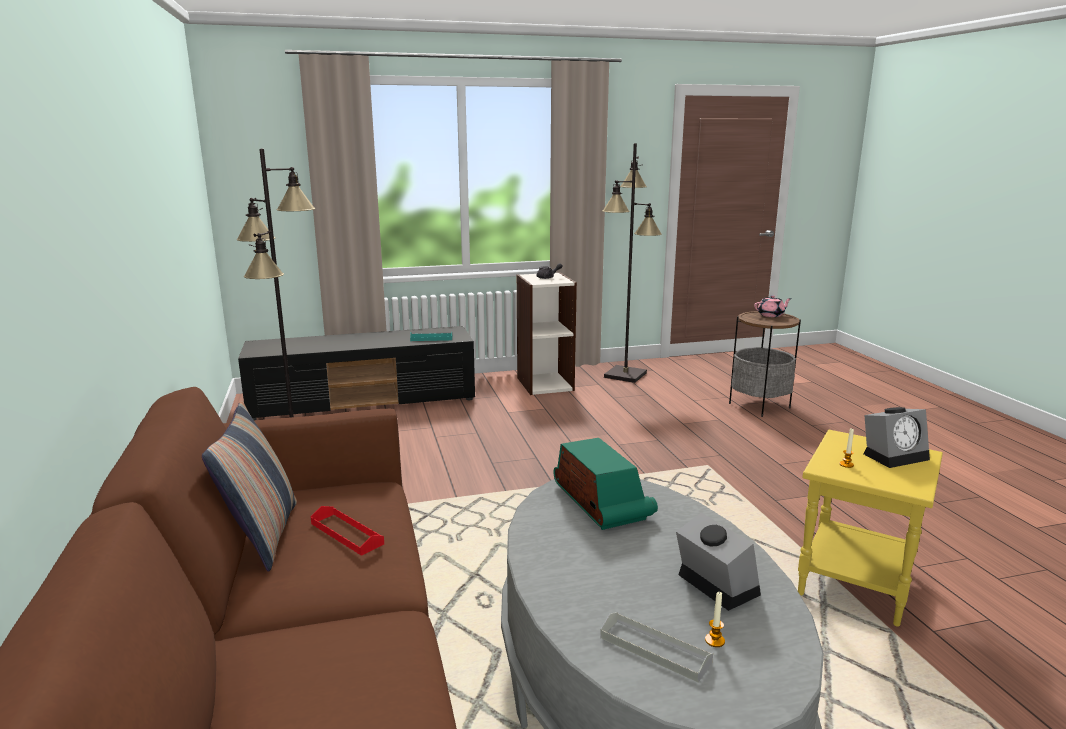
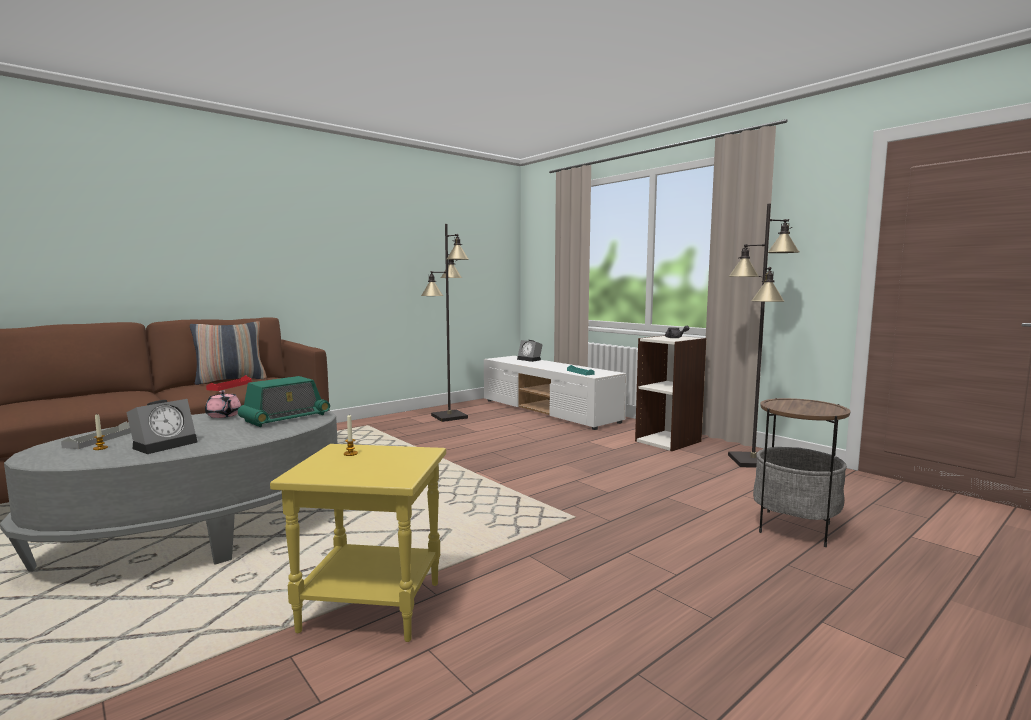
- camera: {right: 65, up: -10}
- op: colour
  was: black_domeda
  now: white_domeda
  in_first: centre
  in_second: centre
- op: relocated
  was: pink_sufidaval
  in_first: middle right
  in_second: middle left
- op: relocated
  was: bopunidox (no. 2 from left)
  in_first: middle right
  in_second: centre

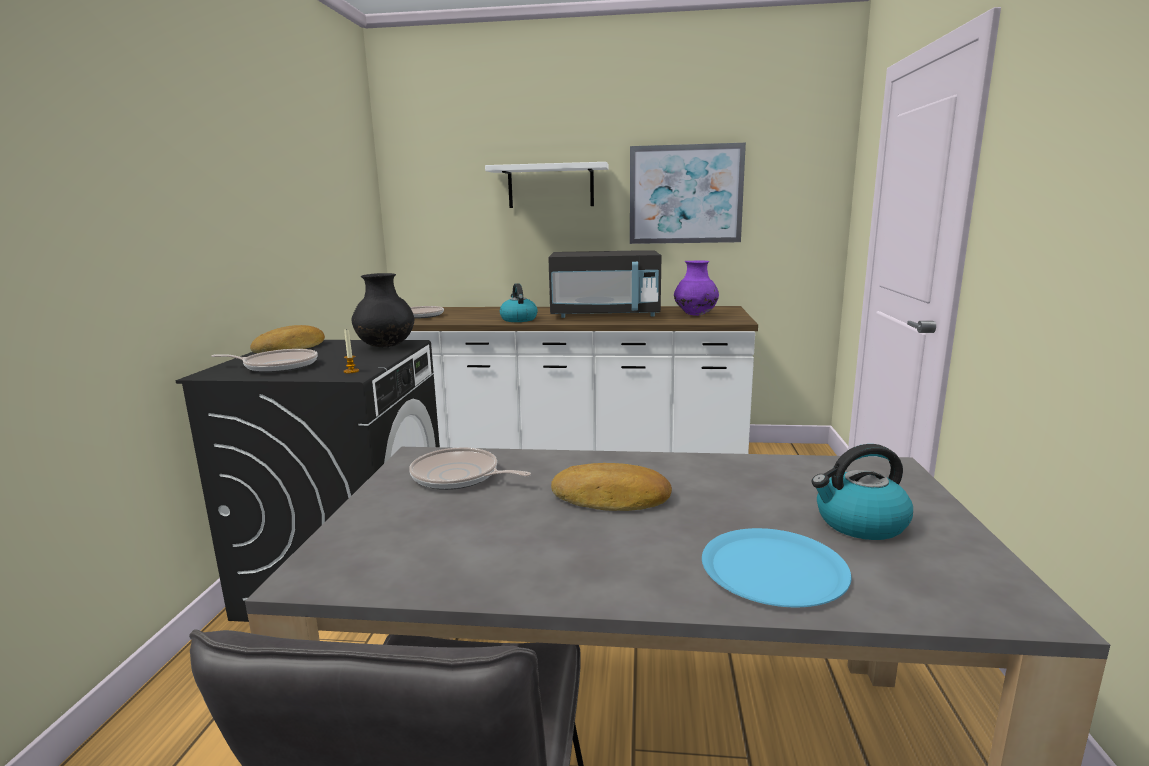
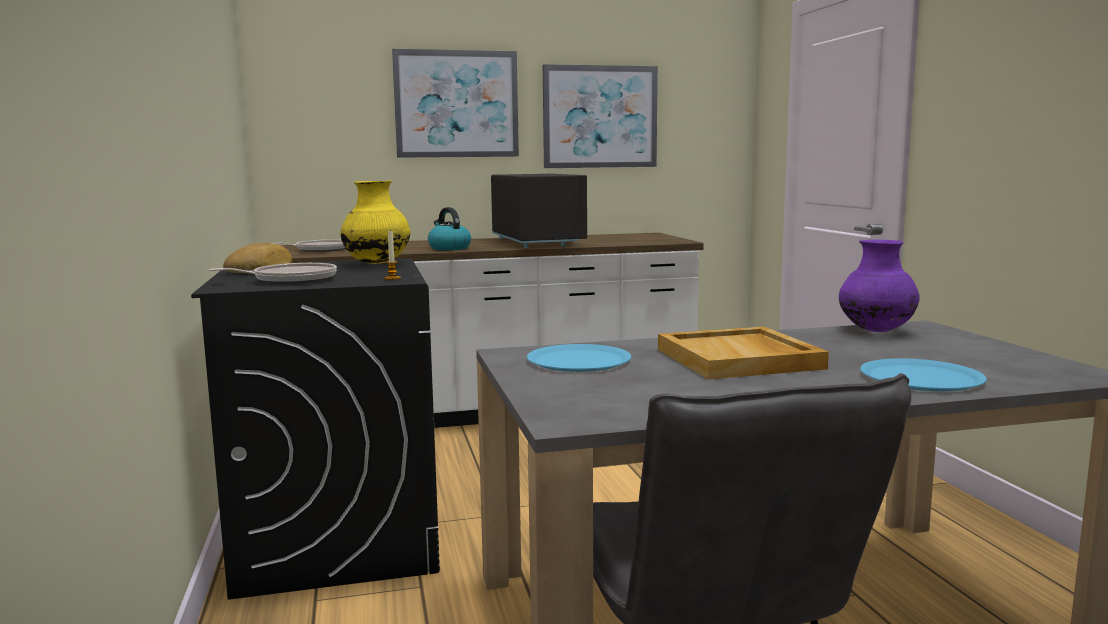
- camera: {right: -20, up: -5}
- op: colour
  was: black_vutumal
  now: yellow_vutumal
  in_first: middle left
  in_second: centre
- op: exchanged
  was: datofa (no. 3 from left)
  now: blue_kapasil (no. 1 from left)
  in_first: centre
  in_second: centre
- op: exchanged
  was: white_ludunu
  now: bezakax (no. 1 from left)
  in_first: top centre
  in_second: top centre
- op: spun
  was: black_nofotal
  in_first: centre
  in_second: centre
  clockwise: -90
- op: exchanged
  was: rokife (no. 2 from left)
  now: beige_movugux
  in_first: centre
  in_second: middle right
- op: relocated
  was: purple_vutumal
  in_first: centre
  in_second: middle right
- op: missing
  was: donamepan (no. 2 from left)
  in_first: middle right

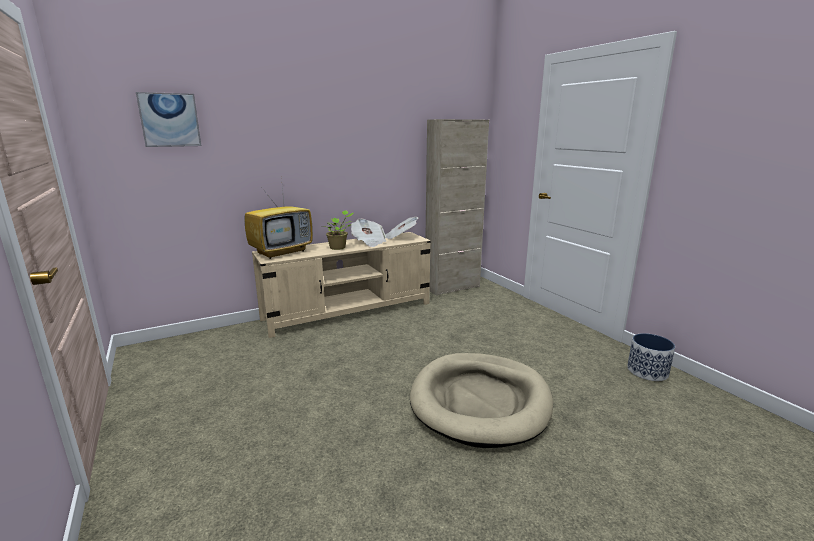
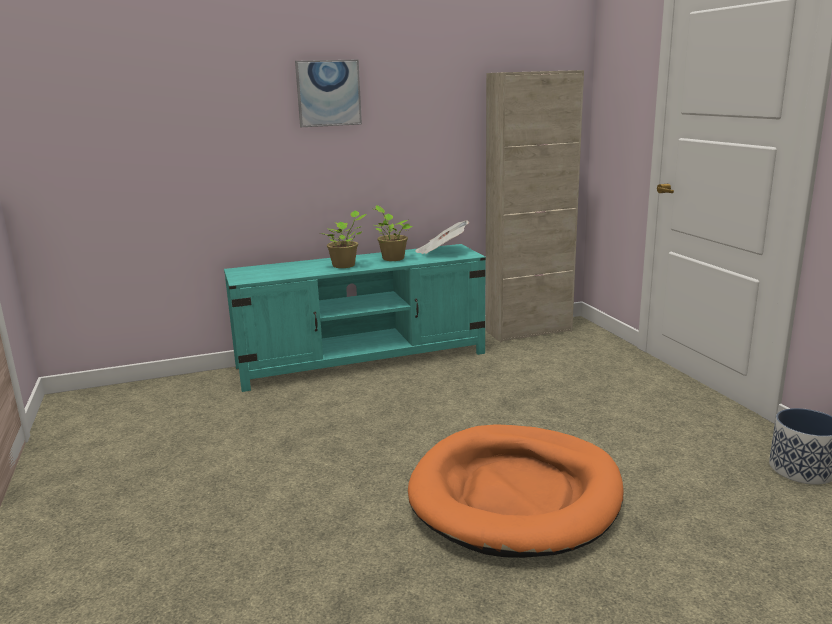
- camera: {right: 10, up: 0}
- op: relocated
  was: bezakax
  in_first: top left
  in_second: top centre
- op: missing
  was: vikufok
  in_first: centre
- op: colour
  was: beige_domeda
  now: turquoise_domeda
  in_first: centre
  in_second: centre
- op: exchanged
  was: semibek (no. 1 from left)
  now: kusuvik (no. 2 from left)
  in_first: centre
  in_second: centre
- op: colour
  was: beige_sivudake
  now: orange_sivudake
  in_first: bottom centre
  in_second: bottom centre

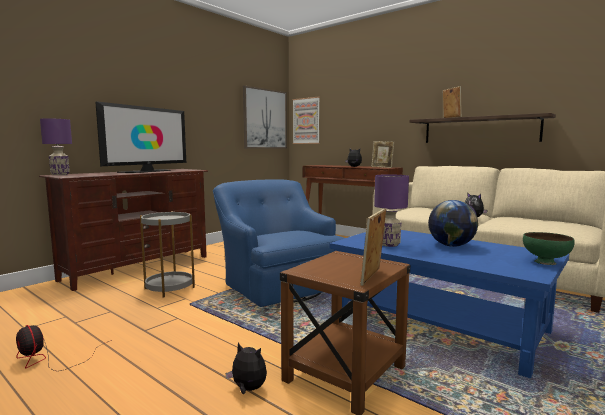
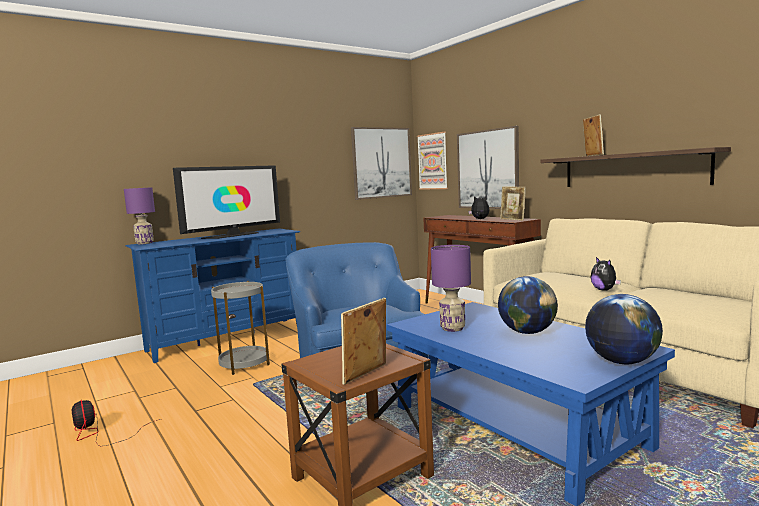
- camera: {right: 15, up: 0}
- op: colour
  was: brown_domeda
  now: blue_domeda
  in_first: middle left
  in_second: middle left
- op: missing
  was: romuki (no. 1 from left)
  in_first: bottom centre
- op: exchanged
  was: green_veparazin
  now: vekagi (no. 2 from left)
  in_first: middle right
  in_second: middle right
- op: appeared
  now: bezakax (no. 3 from left)
  in_second: top centre

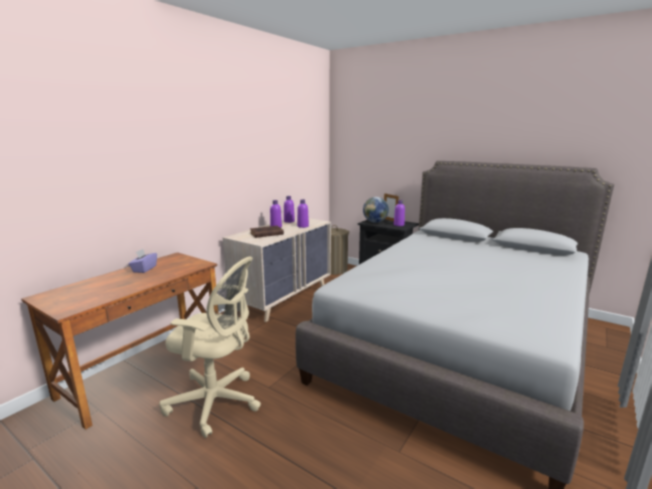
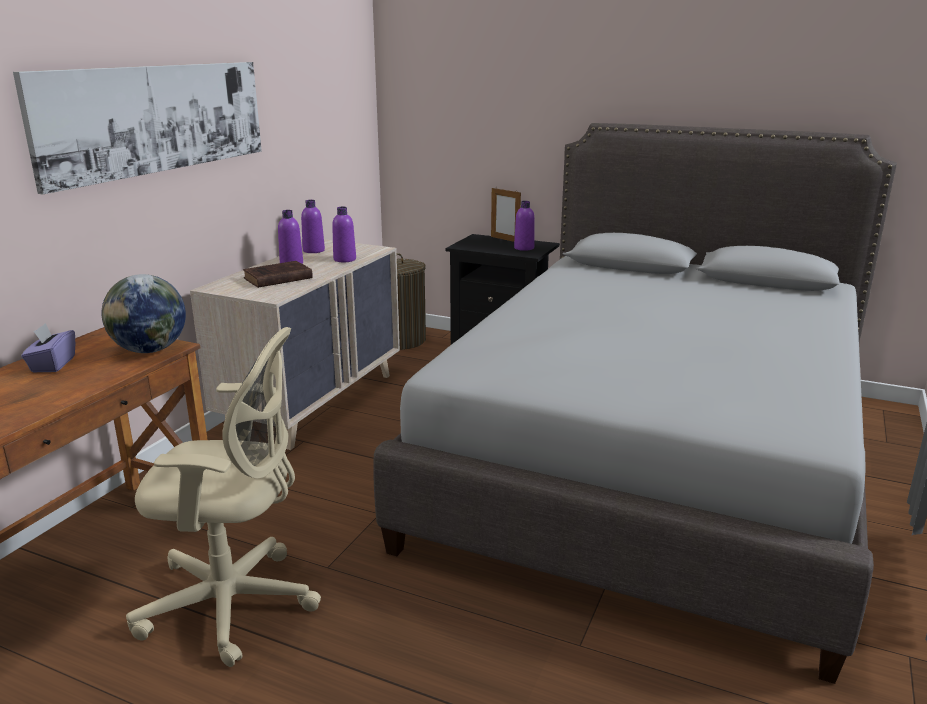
- camera: {right: -10, up: 5}
- op: relocated
  was: vekagi
  in_first: centre
  in_second: middle left
- op: appeared
  now: bezakax
  in_second: top left

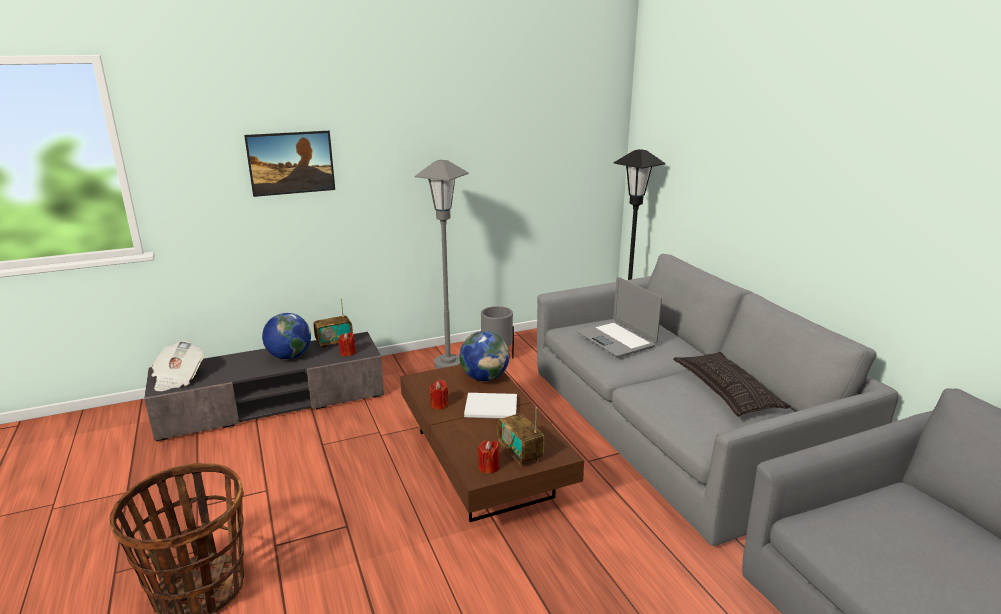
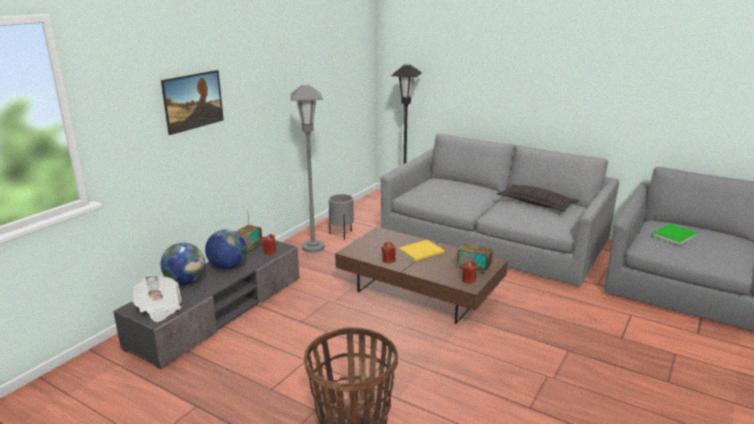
- camera: {right: -35, up: 0}
- op: relocated
  was: vekagi (no. 2 from left in the first image)
  now: vekagi (no. 1 from left)
  in_first: centre
  in_second: middle left
- op: colour
  was: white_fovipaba
  now: yellow_fovipaba
  in_first: centre
  in_second: centre
- op: missing
  was: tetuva
  in_first: centre
- op: appeared
  now: green_fovipaba
  in_second: middle right

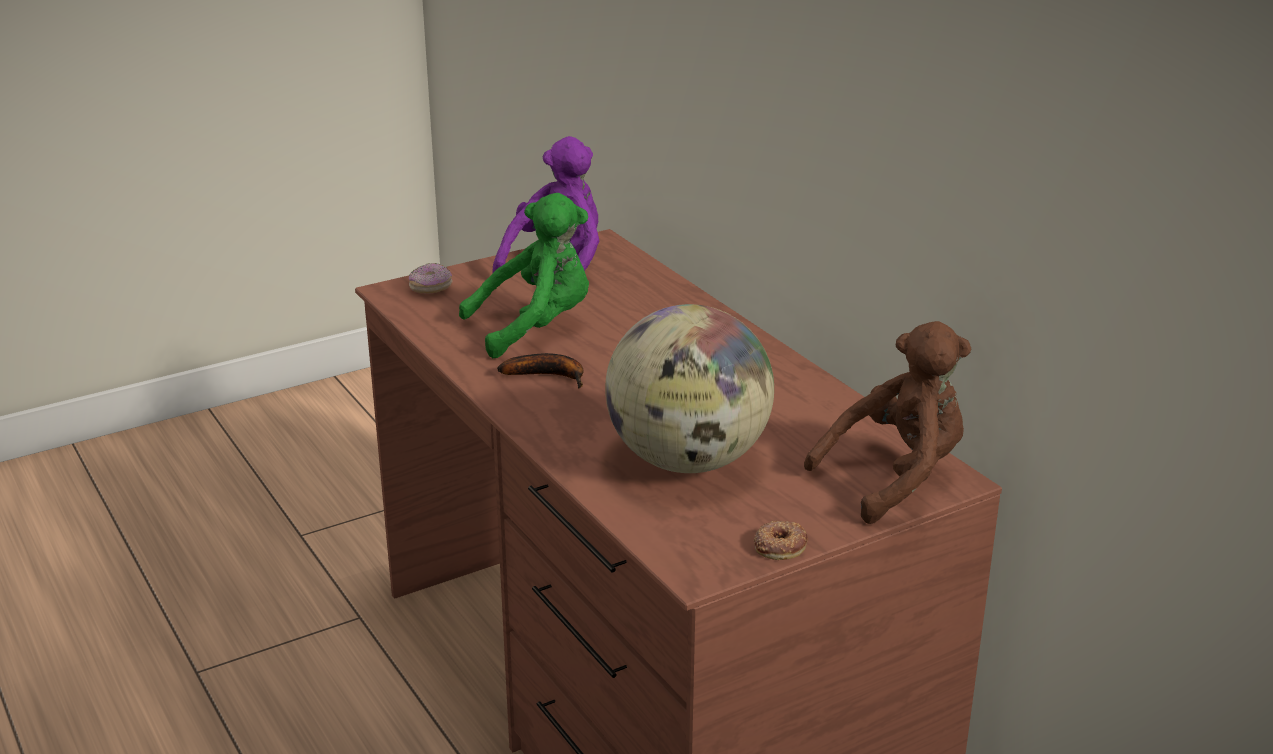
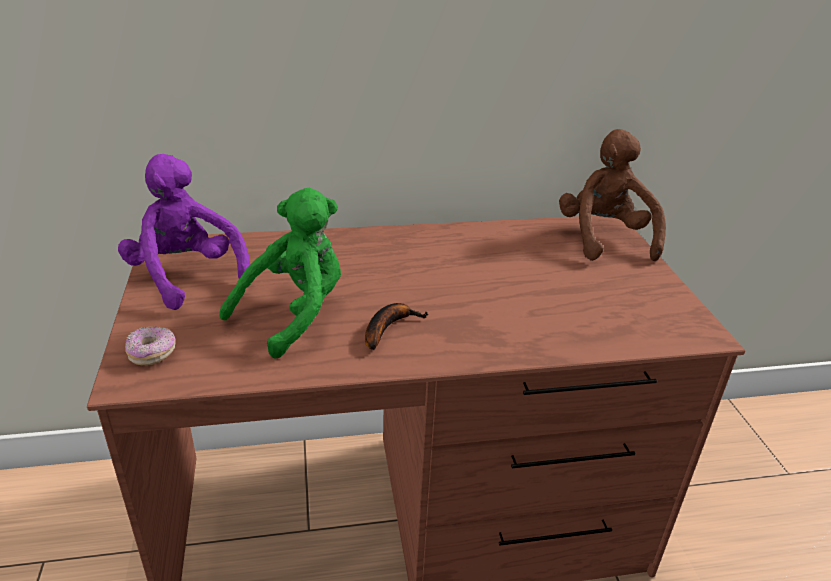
- camera: {right: -70, up: 5}
- op: spun
  was: green_romuki
  in_first: centre
  in_second: centre
  clockwise: 45
- op: missing
  was: vekagi
  in_first: centre
- op: missing
  was: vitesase (no. 2 from left)
  in_first: bottom centre

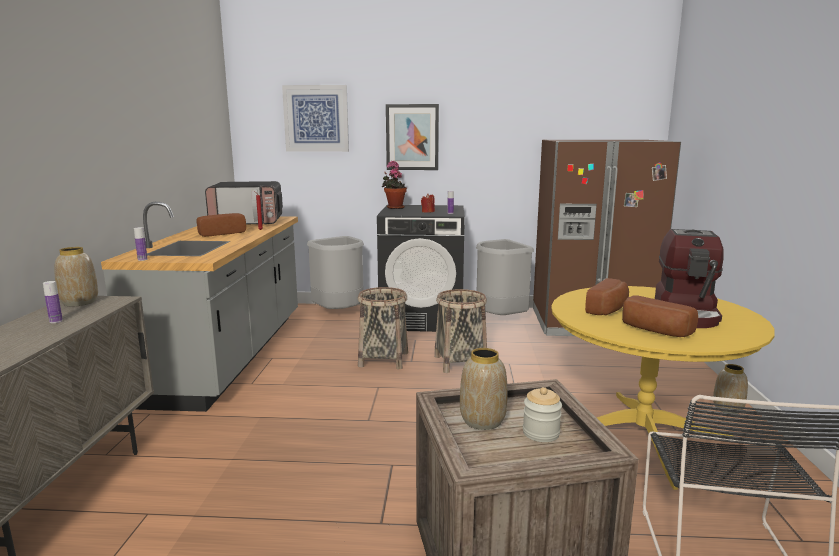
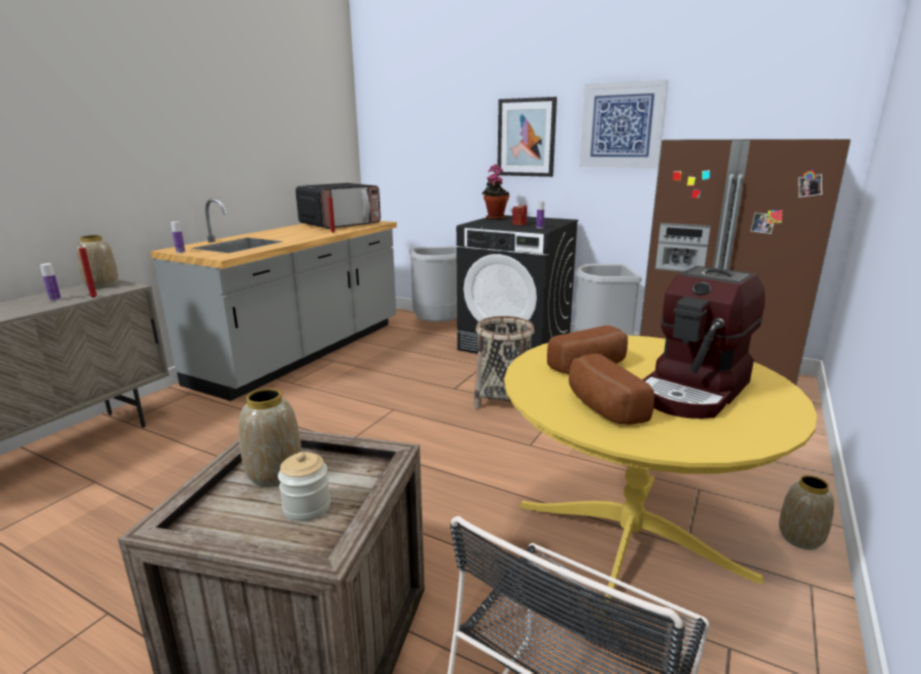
- camera: {right: 25, up: 5}
- op: missing
  was: rokife (no. 1 from left)
  in_first: middle left
- op: spun
  was: nofotal
  in_first: middle left
  in_second: top centre
  clockwise: -60
- op: relocated
  was: bezakax (no. 1 from left in the first image)
  now: bezakax (no. 2 from left)
  in_first: top centre
  in_second: top right
- op: missing
  was: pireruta (no. 1 from left)
  in_first: centre
- op: appeared
  now: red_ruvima (no. 1 from left)
  in_second: middle left

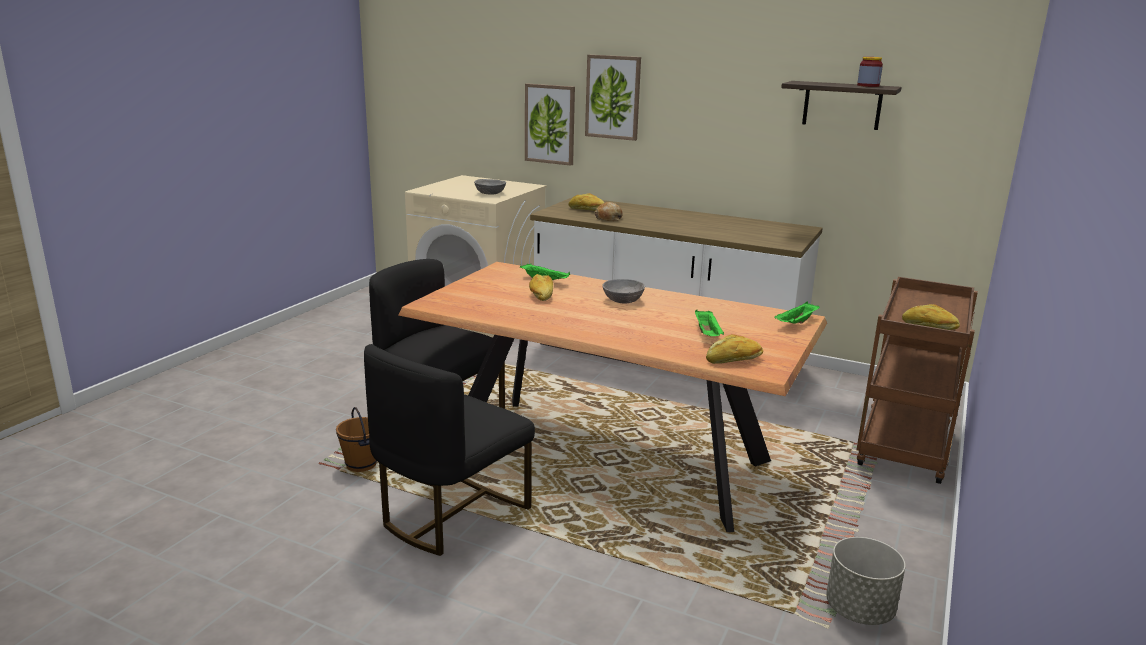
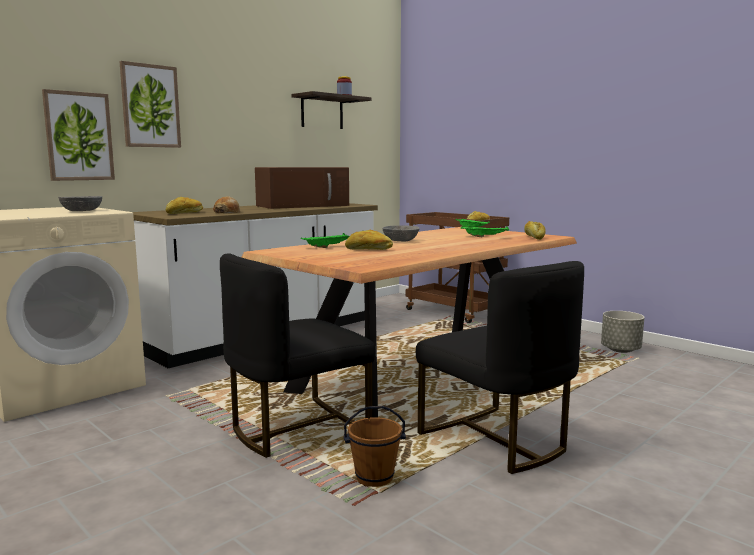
- camera: {right: -70, up: -10}
- op: appeared
  now: brown_nofotal
  in_second: centre

